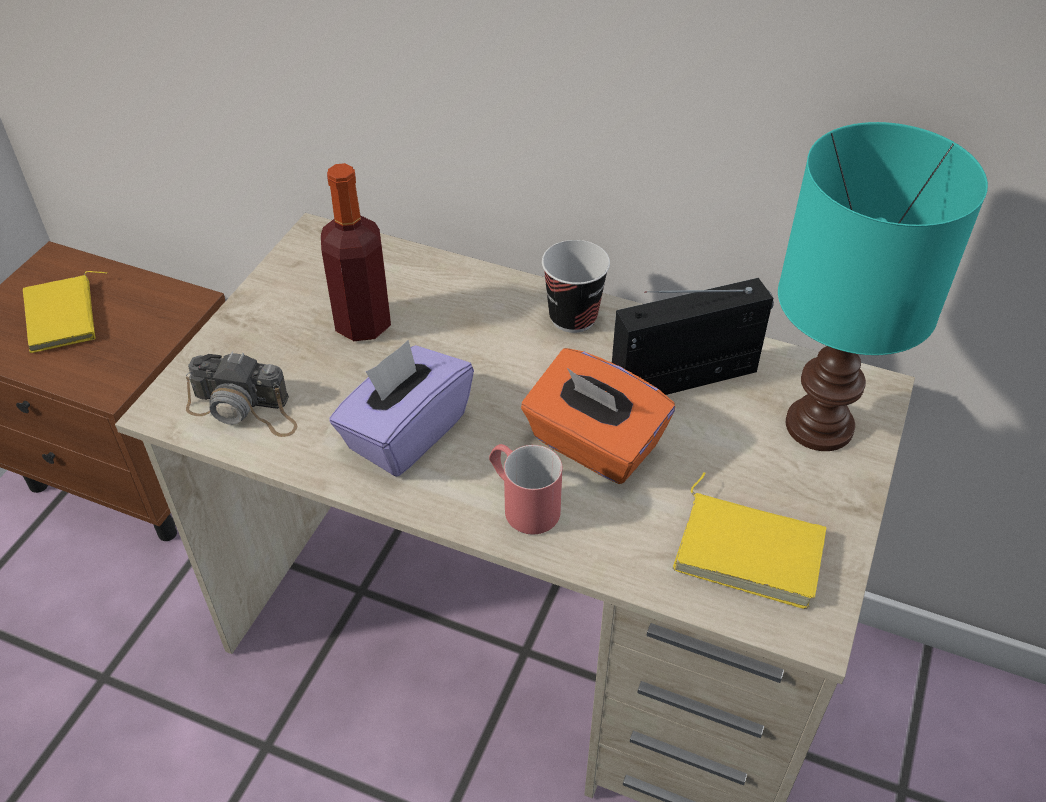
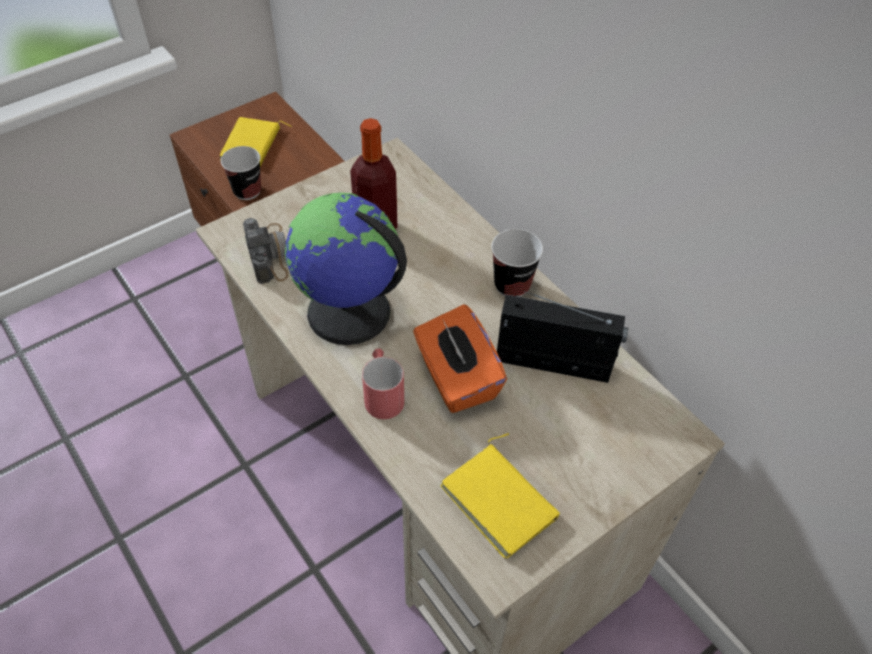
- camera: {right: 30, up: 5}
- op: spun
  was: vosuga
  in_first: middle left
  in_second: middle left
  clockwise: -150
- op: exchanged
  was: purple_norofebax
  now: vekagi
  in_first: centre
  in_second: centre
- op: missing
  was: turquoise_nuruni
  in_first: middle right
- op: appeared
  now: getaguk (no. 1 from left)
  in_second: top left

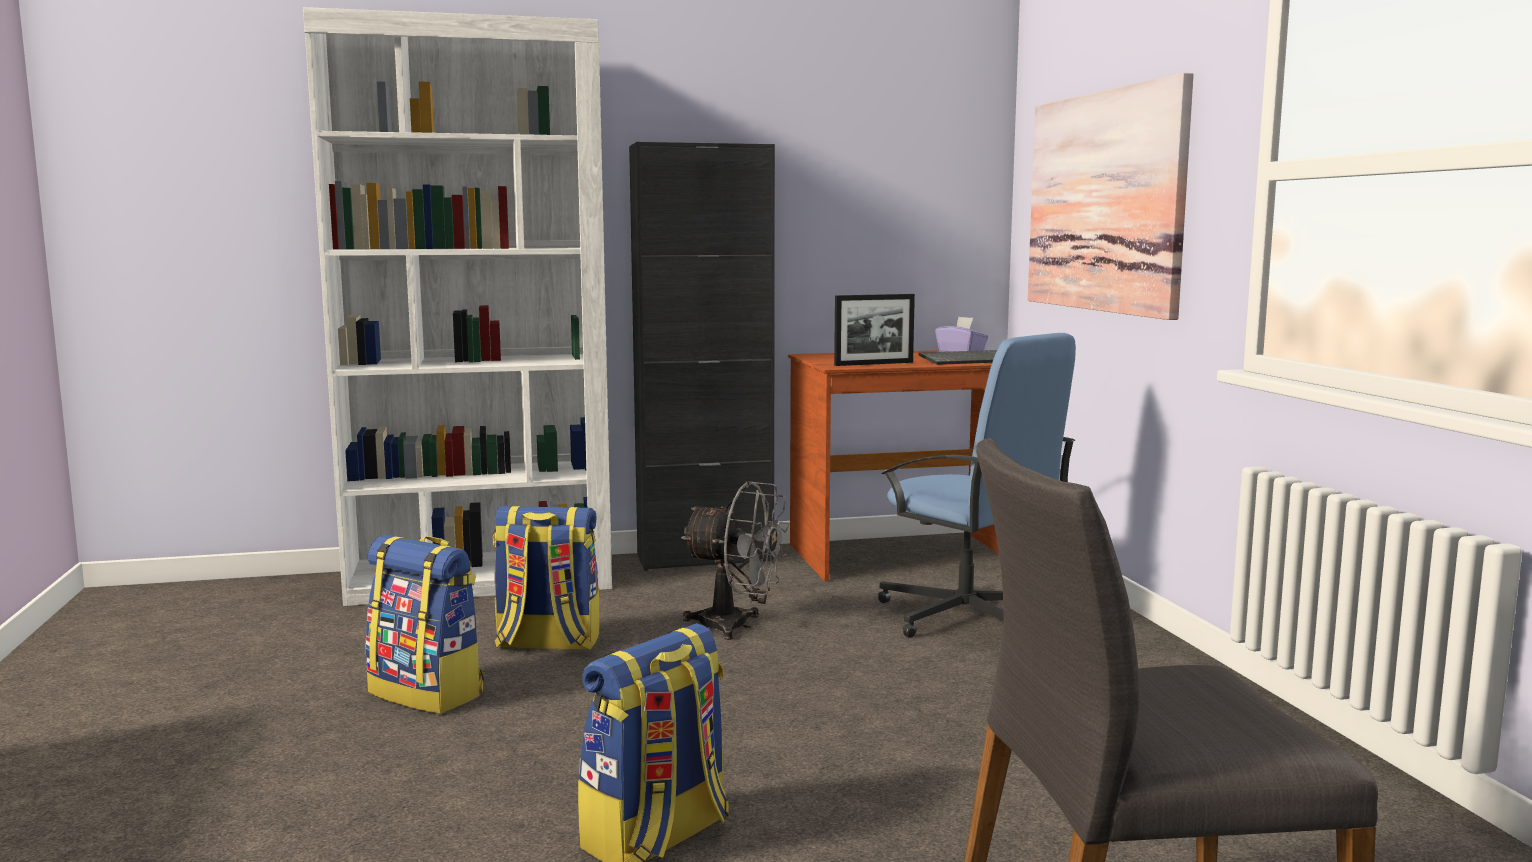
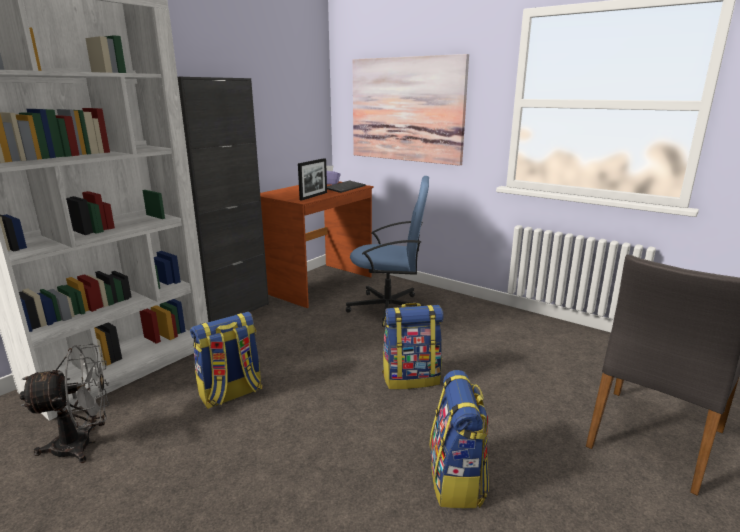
- camera: {right: -40, up: 10}
- op: relocated
  was: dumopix (no. 1 from left in the first image)
  now: dumopix (no. 2 from left)
  in_first: bottom left
  in_second: centre
- op: relocated
  was: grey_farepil
  in_first: centre
  in_second: bottom left

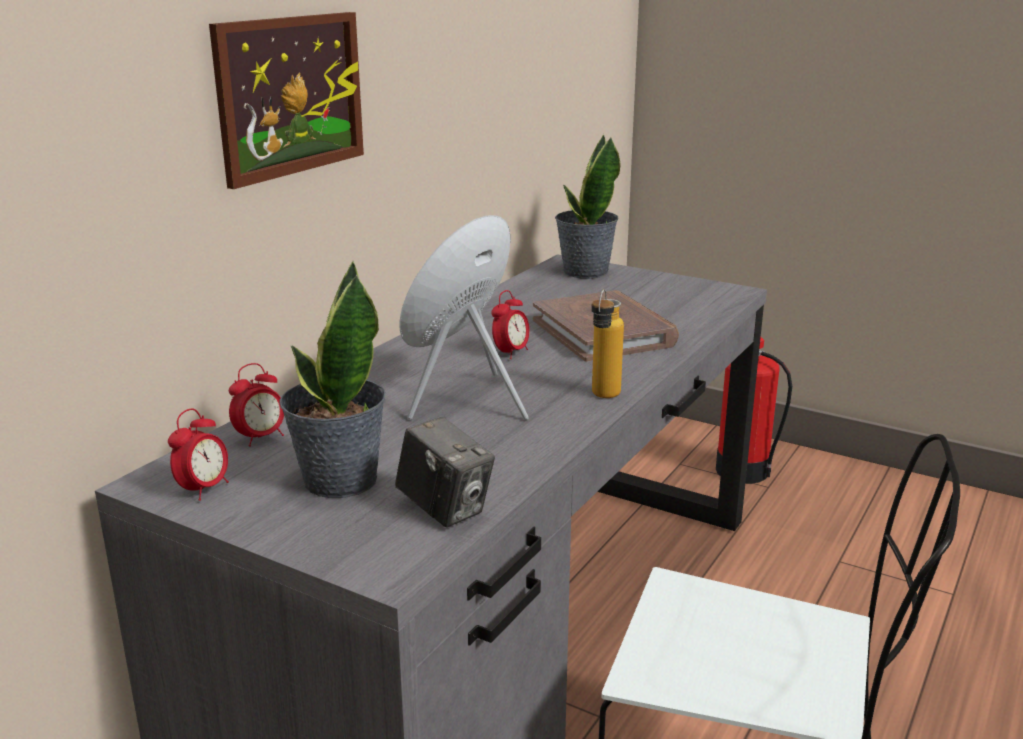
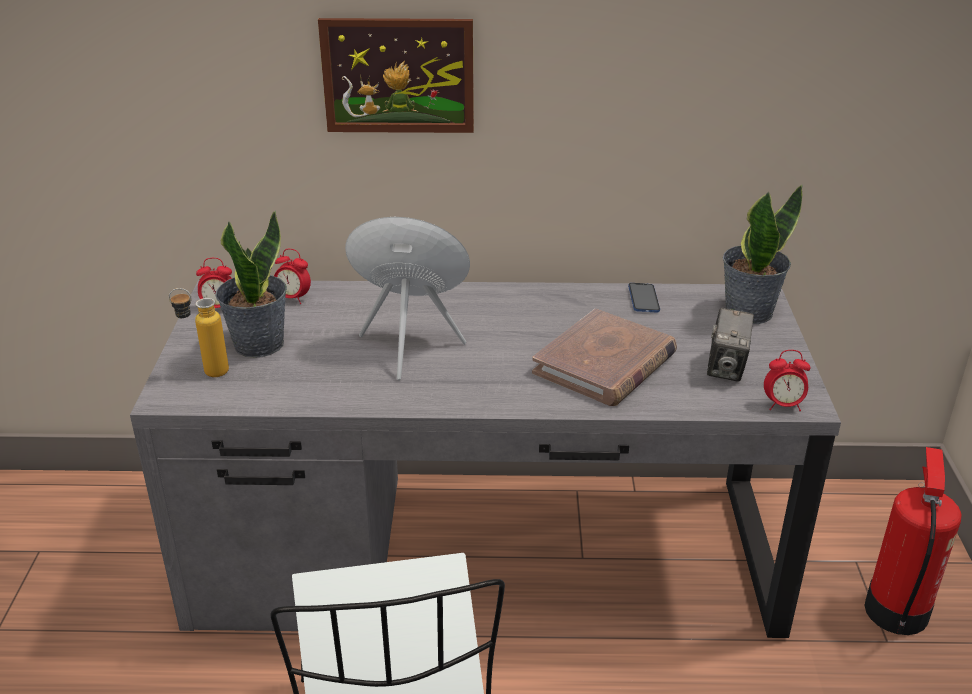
- camera: {right: 60, up: 10}
- op: relocated
  was: vosuga
  in_first: centre
  in_second: middle right
- op: relocated
  was: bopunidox (no. 3 from left)
  in_first: centre
  in_second: middle right
- op: relocated
  was: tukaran
  in_first: centre
  in_second: middle left
- op: appeared
  now: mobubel
  in_second: centre

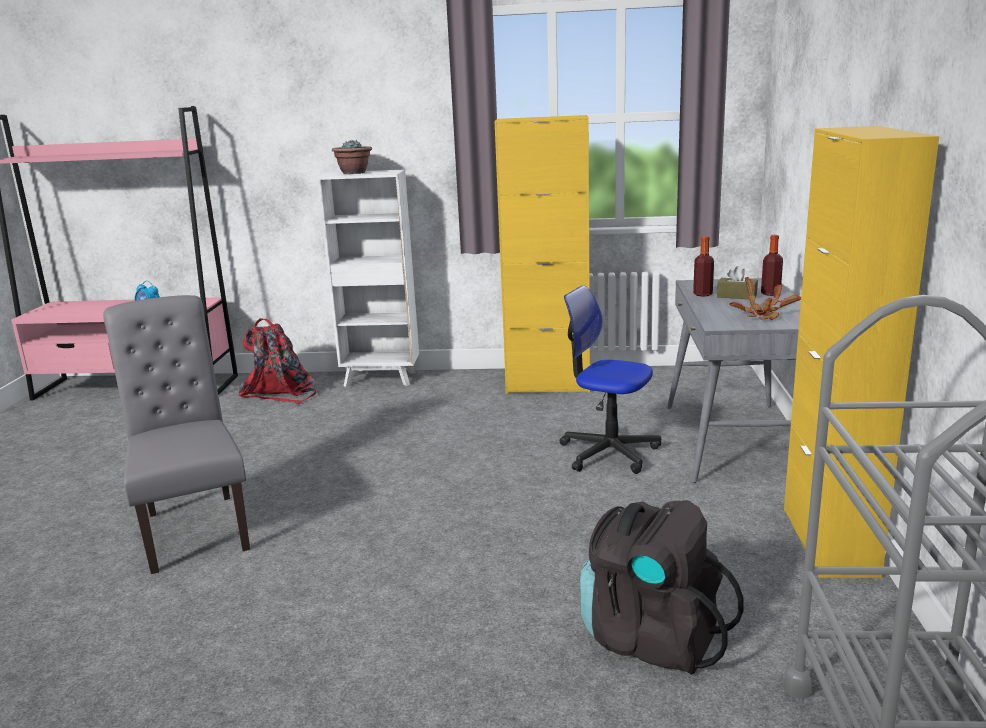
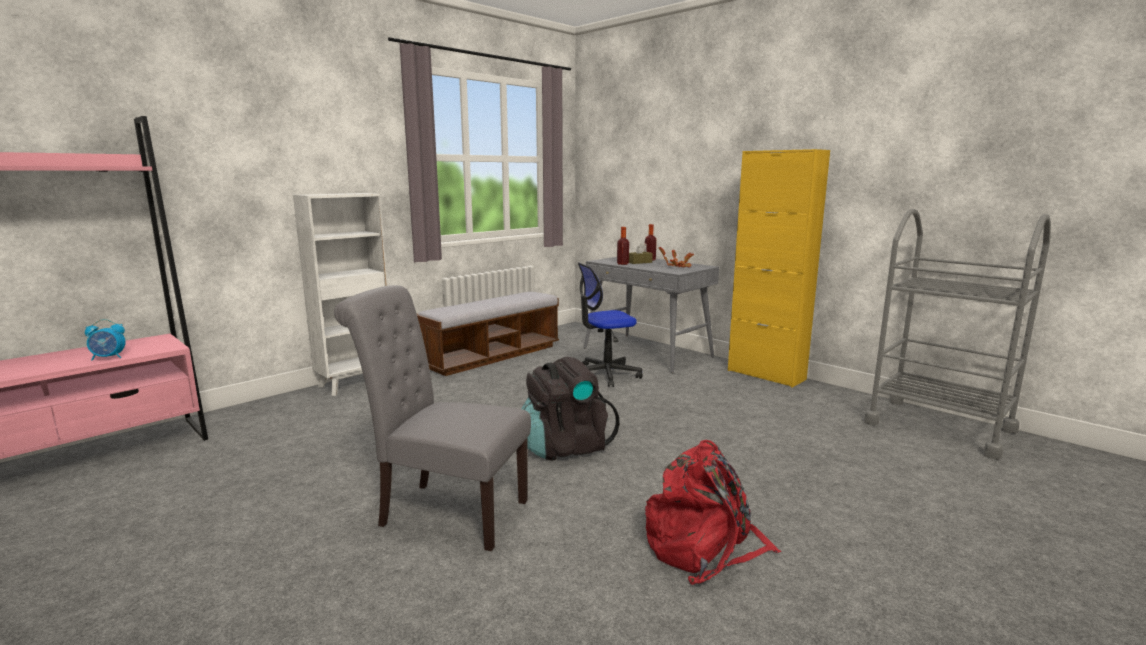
- camera: {right: -50, up: -5}
- op: relocated
  was: red_dumopix
  in_first: middle left
  in_second: bottom centre
- op: missing
  was: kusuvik (no. 1 from left)
  in_first: top centre
- op: exchanged
  was: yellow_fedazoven (no. 1 from left)
  now: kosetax
  in_first: centre
  in_second: centre
- op: relocated
  was: black_dumopix
  in_first: bottom right
  in_second: centre

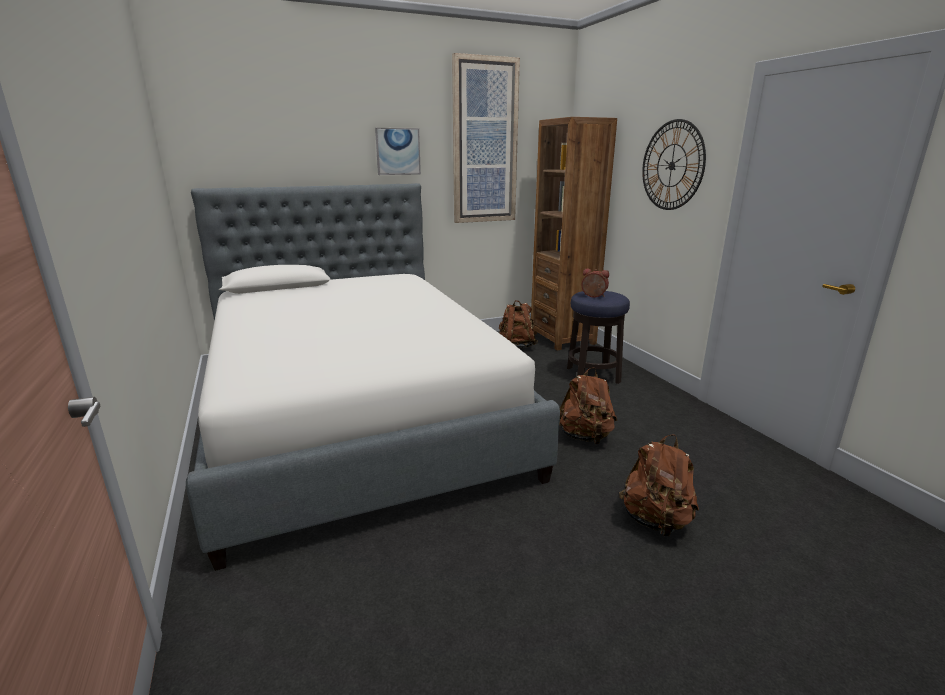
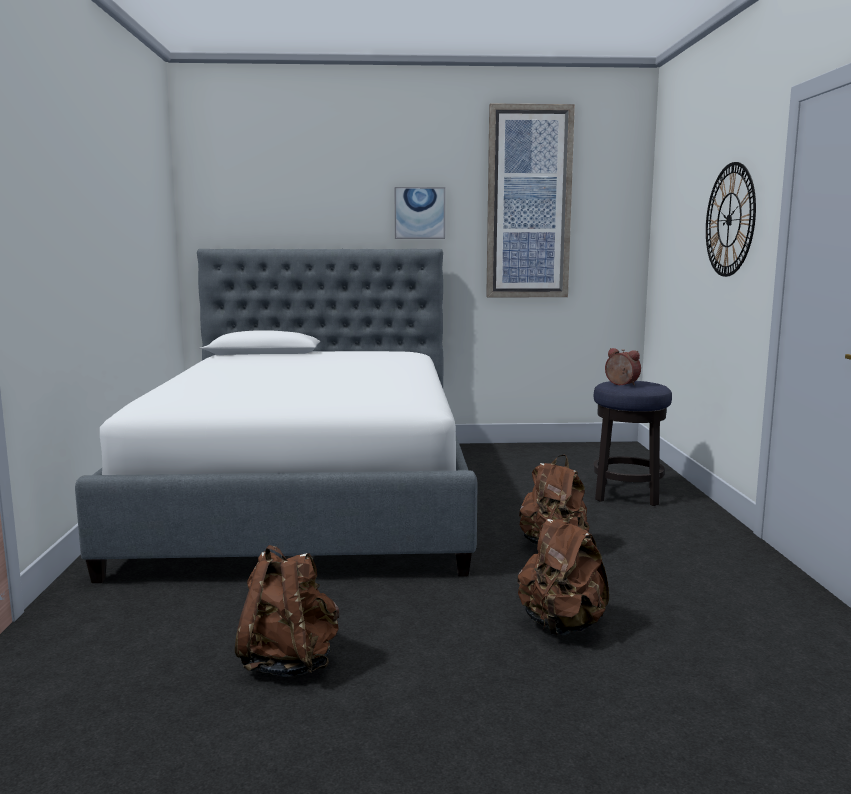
- camera: {right: 20, up: -10}
- op: relocated
  was: brown_dumopix (no. 1 from left)
  in_first: centre
  in_second: bottom centre
- op: missing
  was: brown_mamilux
  in_first: centre

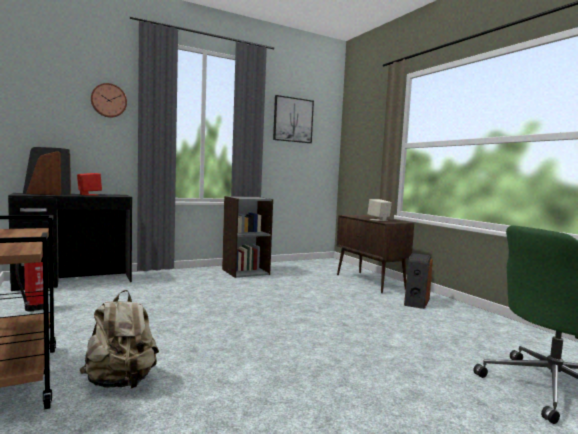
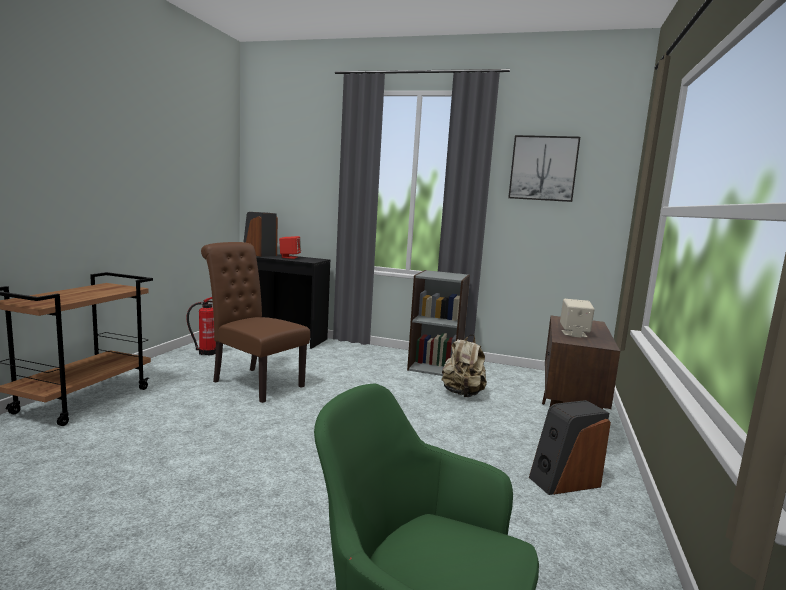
- camera: {right: 45, up: 5}
- op: relocated
  was: beige_dumopix
  in_first: bottom left
  in_second: centre
- op: missing
  was: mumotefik
  in_first: top left
- op: appeared
  now: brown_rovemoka
  in_second: middle left

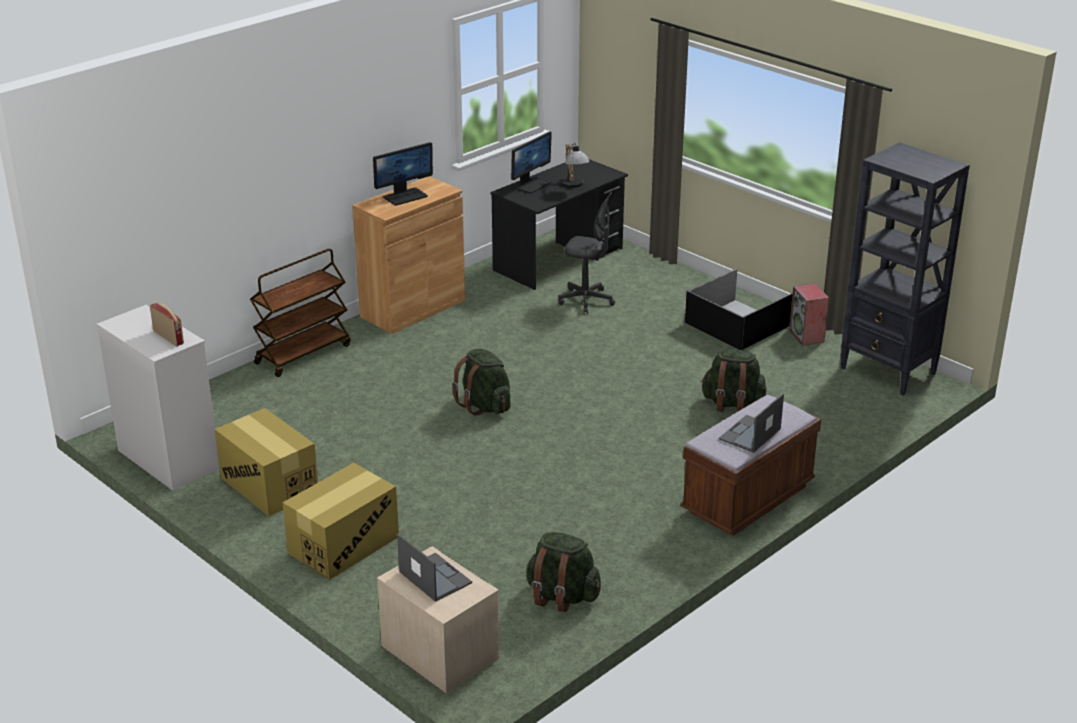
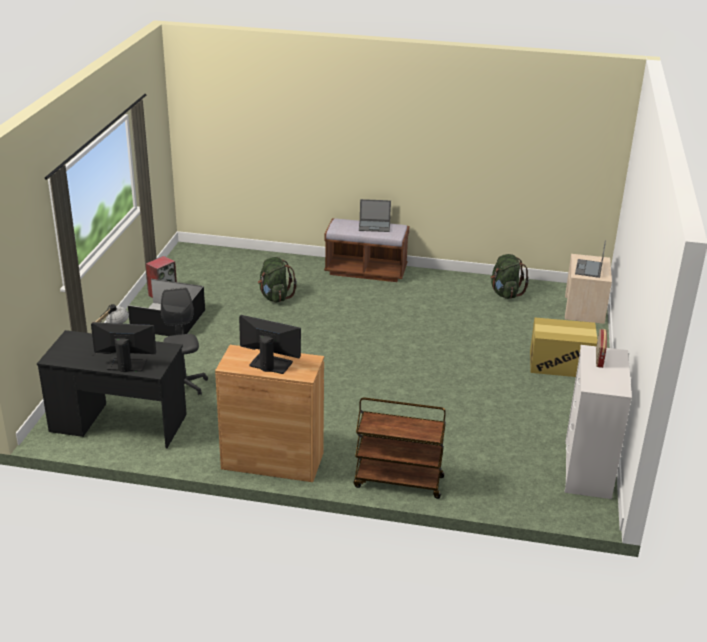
- camera: {right: -125, up: 0}
- op: missing
  was: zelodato (no. 1 from left)
  in_first: middle left
- op: missing
  was: green_dumopix (no. 1 from left)
  in_first: centre
- op: missing
  was: black_mamilux
  in_first: middle right

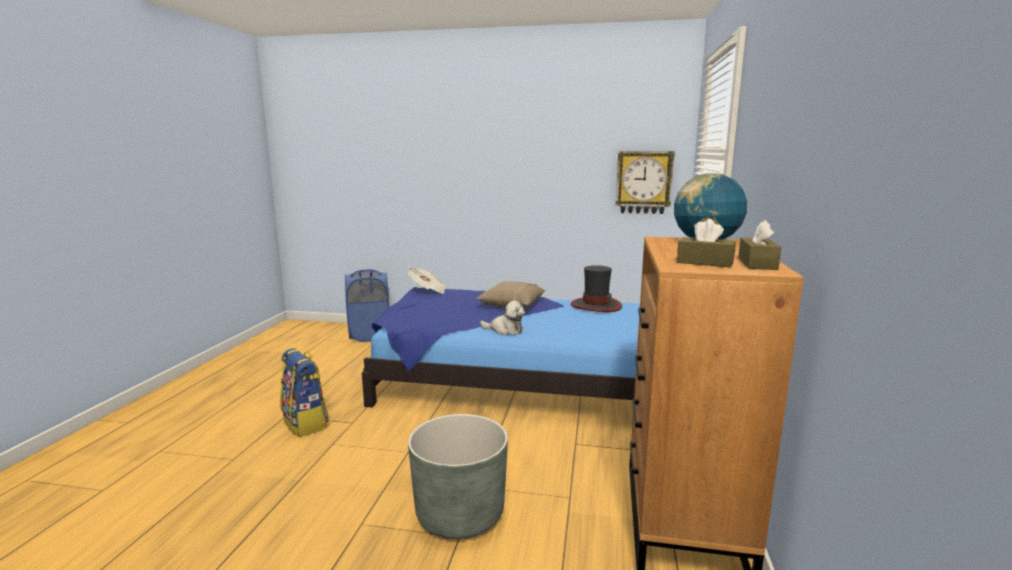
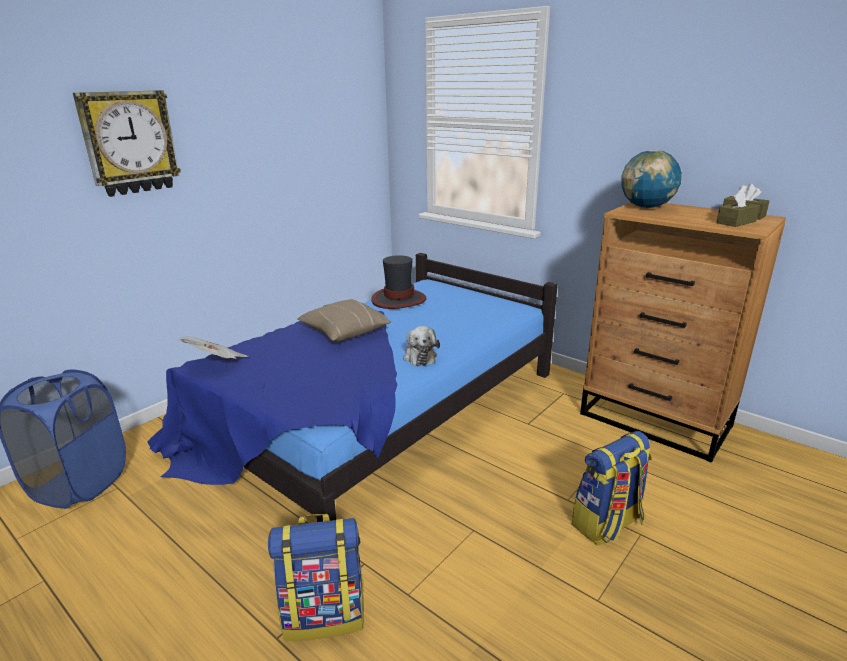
- camera: {right: -60, up: 10}
- op: exchanged
  was: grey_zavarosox
  now: dumopix (no. 2 from left)
  in_first: bottom centre
  in_second: bottom right
- op: spun
  was: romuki
  in_first: centre
  in_second: centre
  clockwise: 120
- op: relocated
  was: mumotefik
  in_first: top centre
  in_second: top left

